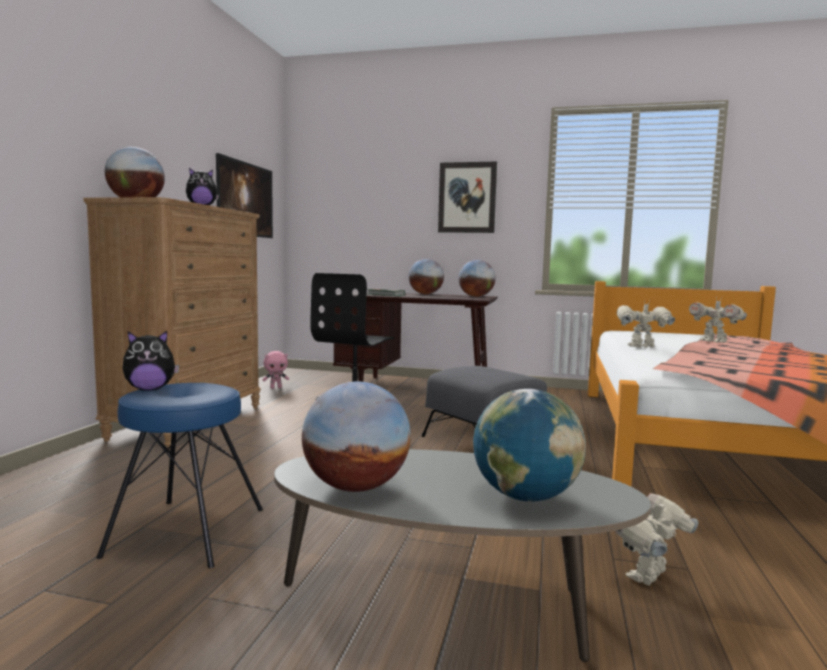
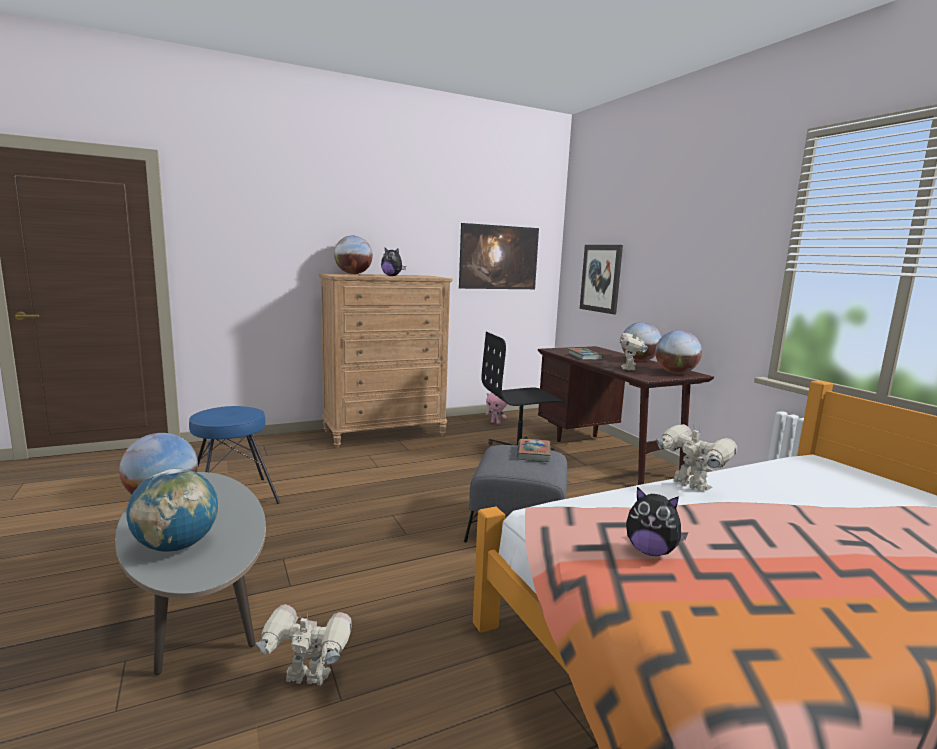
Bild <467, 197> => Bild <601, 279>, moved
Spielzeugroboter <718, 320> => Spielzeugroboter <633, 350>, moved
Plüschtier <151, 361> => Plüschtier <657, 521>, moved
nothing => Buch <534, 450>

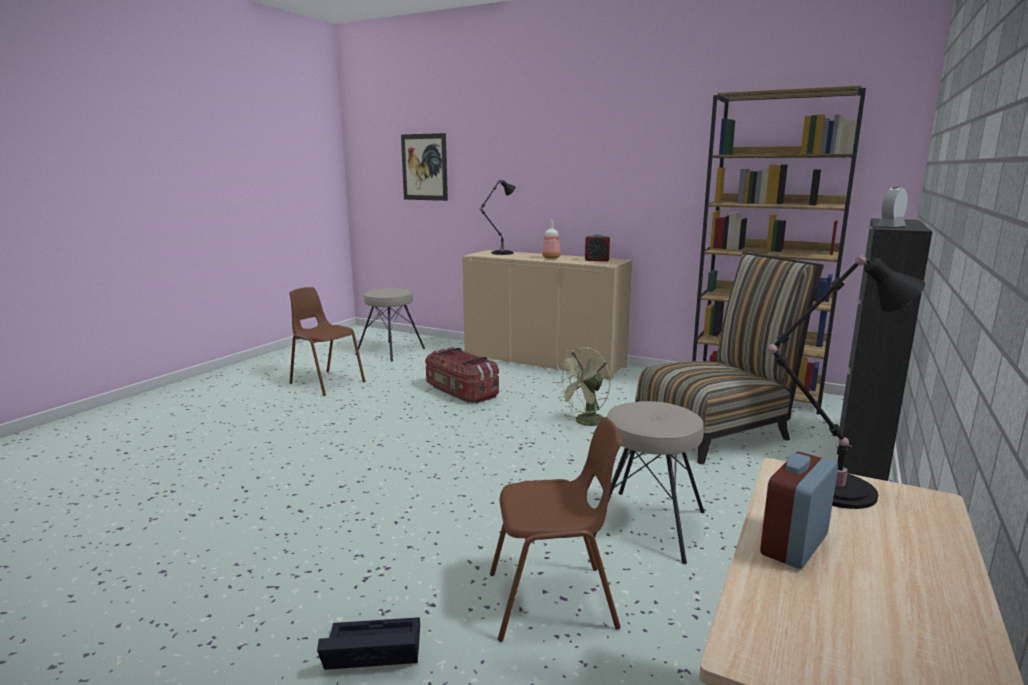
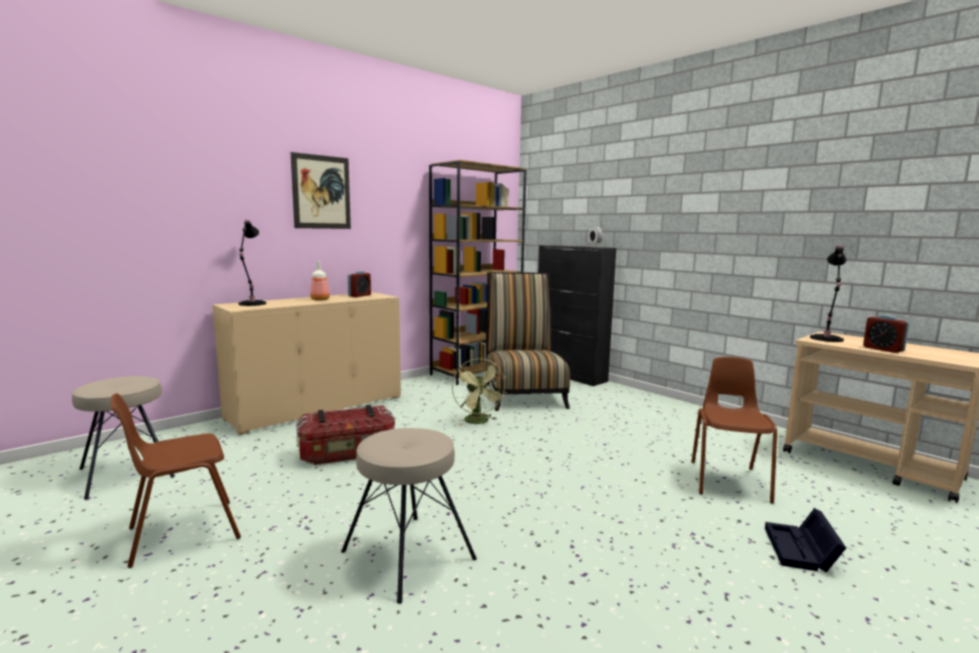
Bild <424, 167> => Bild <321, 190>, moved
Hocker (beige) <649, 482> => Hocker (beige) <409, 516>, moved

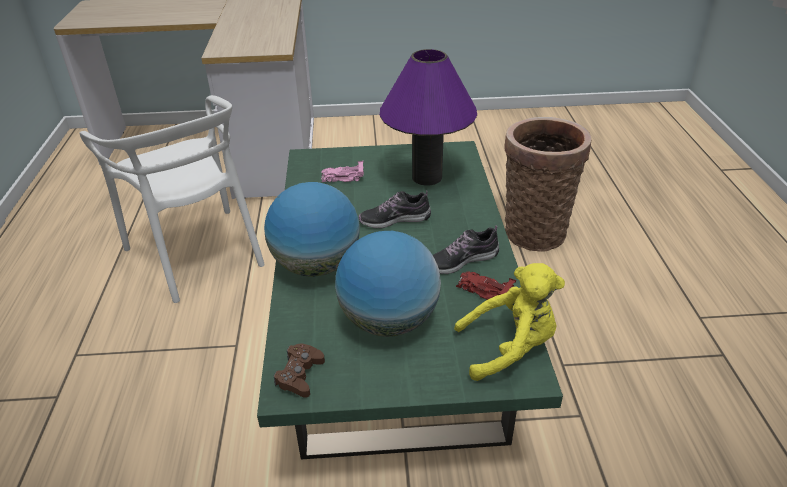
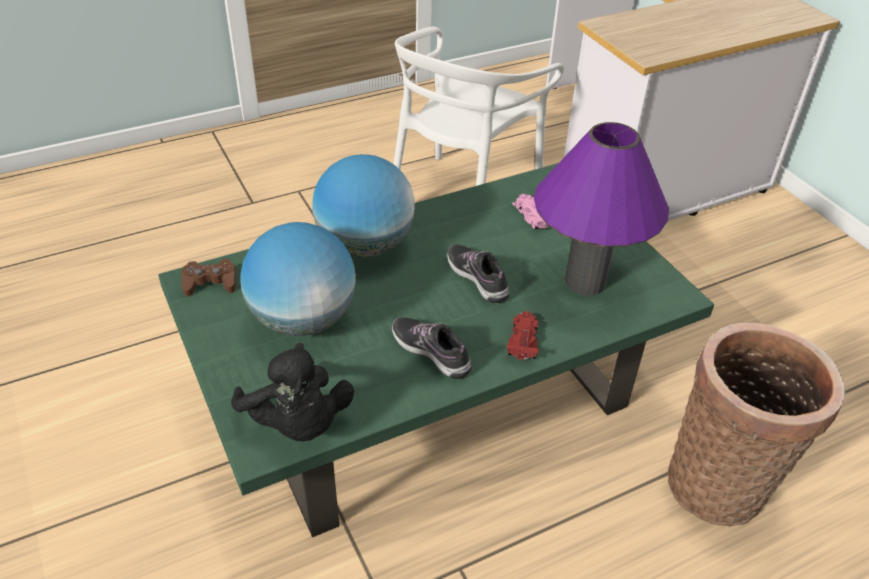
Plüschtier (gelb) <509, 322> => Plüschtier (schwarz) <292, 392>
Spielzeugauto (rot) <486, 285> => Spielzeugauto (rot) <523, 335>, moved

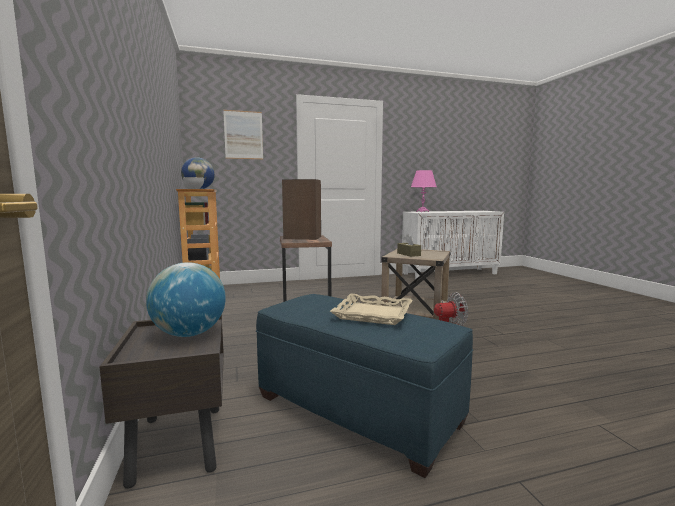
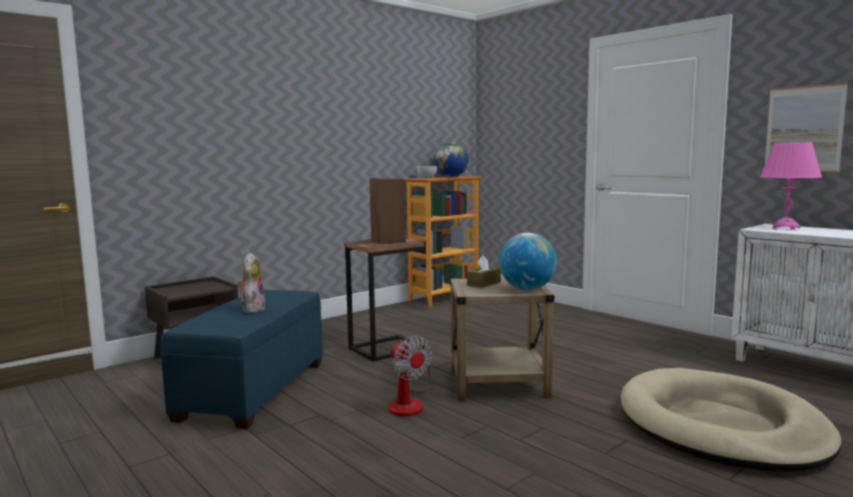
Bild <243, 135> => Bild <806, 128>, moved
Globus <186, 299> => Globus <528, 261>, moved
Tablett (beige) <371, 309> => Plüschtier <251, 283>
nothing => Hundebett (beige) <731, 420>

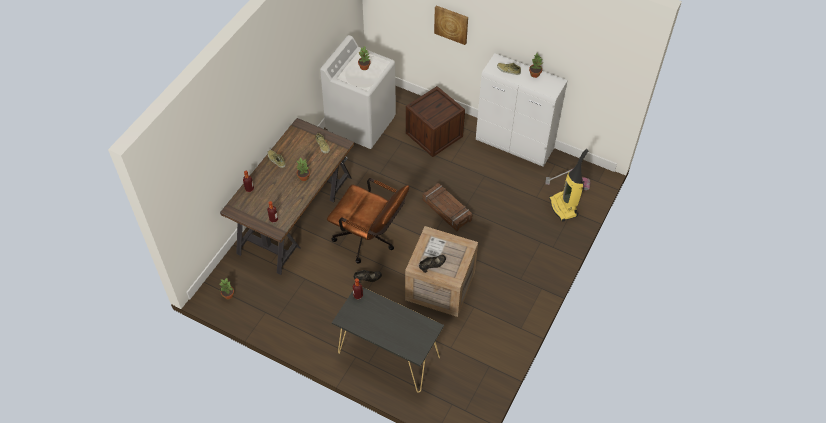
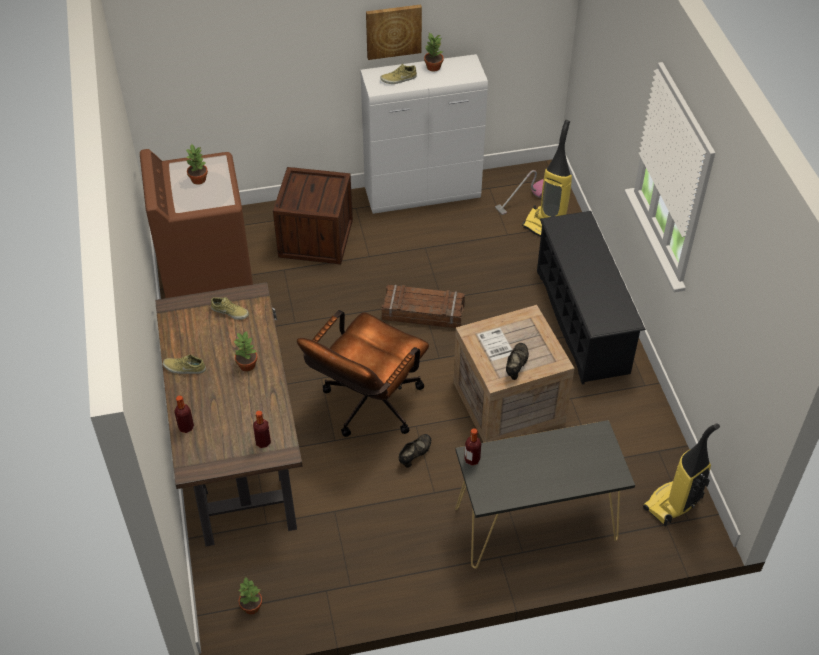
Bild <451, 25> => Bild <394, 32>, moved
Waschmaschine (weiß) <358, 92> => Waschmaschine (braun) <196, 223>
Bürostuhl (braun) <368, 221> => Bürostuhl (braun) <363, 373>, 135 degrees clockwise
nothing => Schuhregal (schwarz) <591, 298>
nothing => Staubsauger <681, 475>

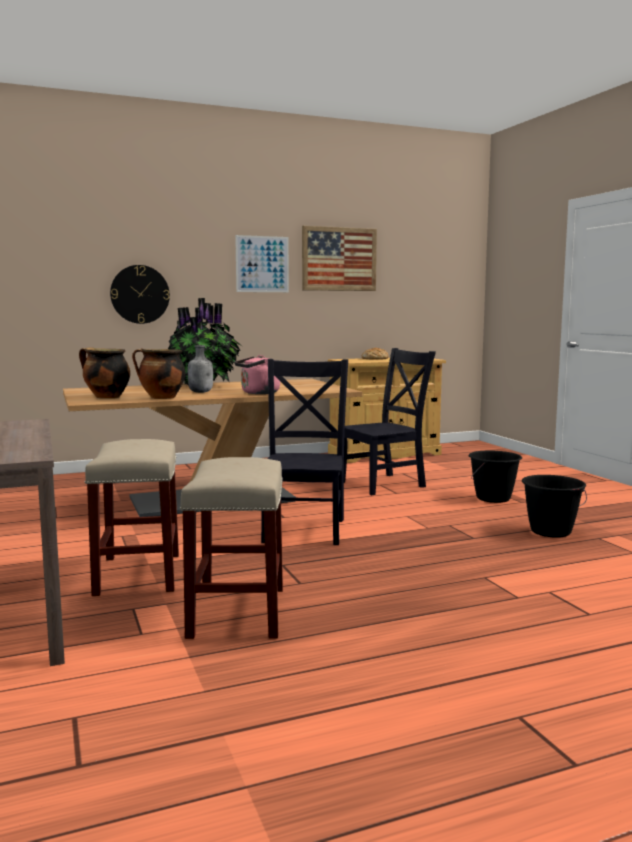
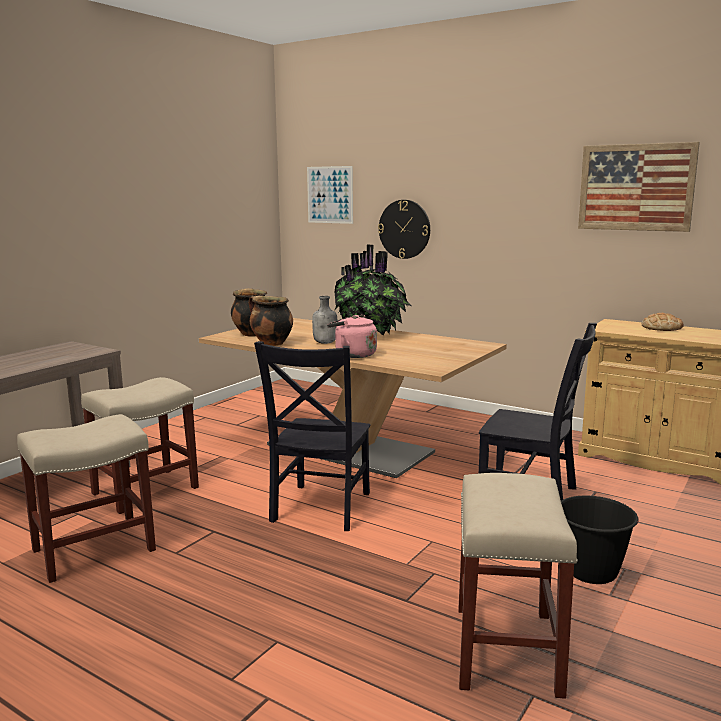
Bild <262, 263> => Bild <330, 195>, moved
Stuhl (schwarz) <304, 452> => Stuhl (schwarz) <312, 436>, 135 degrees clockwise
Eimer (schwarz) <554, 506> => Hocker (beige) <518, 586>

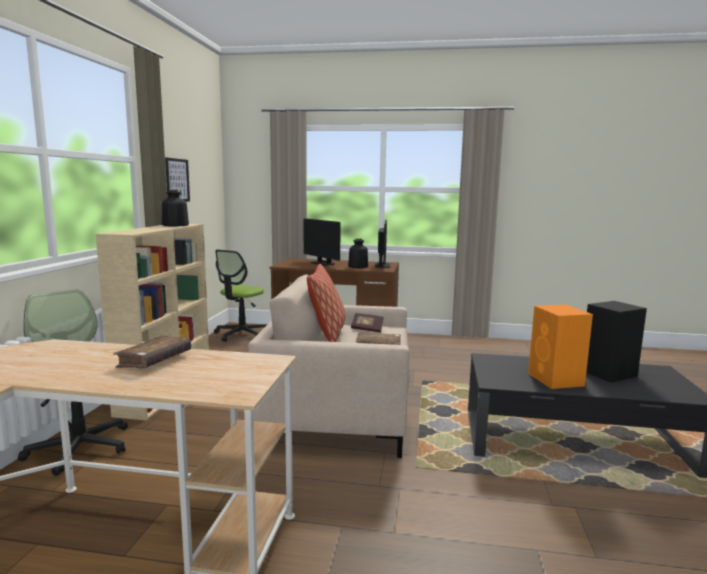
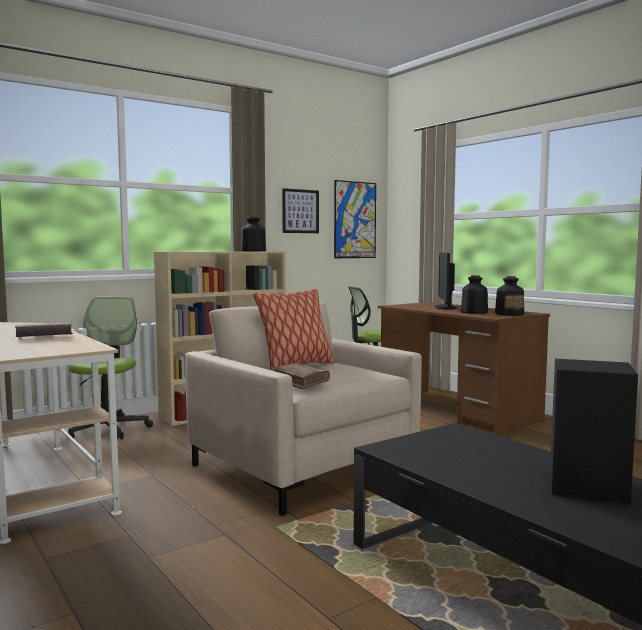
Monitor <382, 244> => Flasche <509, 296>
Lautsprecher (orange) <560, 346> => nothing
Buch <367, 323> => nothing
nothing => Bild <355, 219>

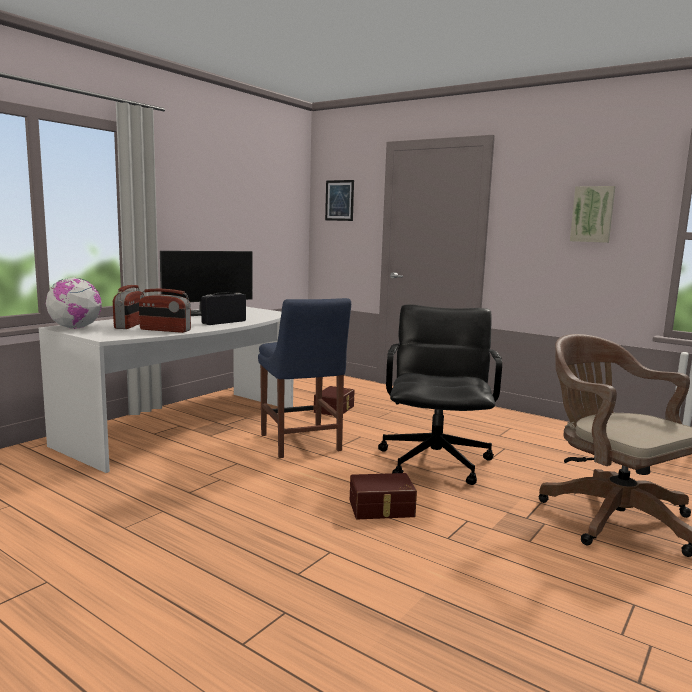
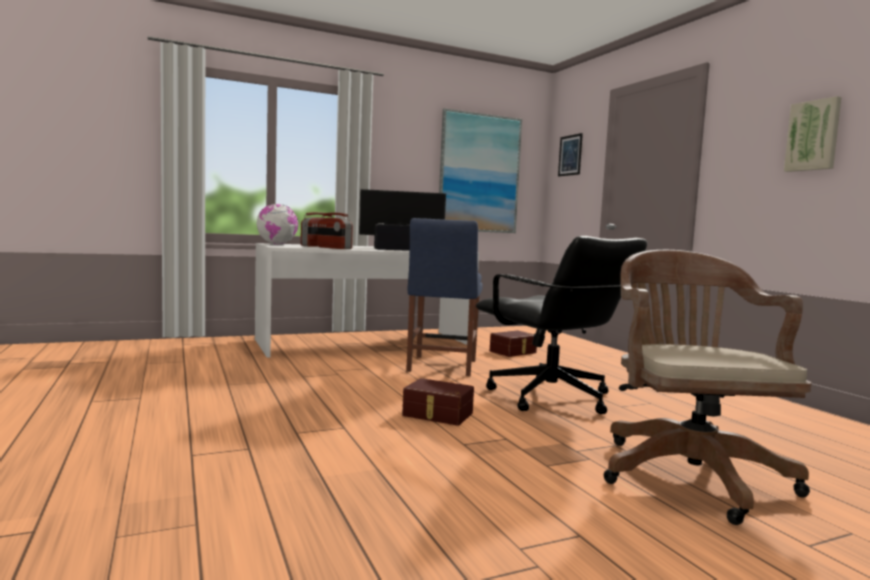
Bürostuhl (schwarz) <440, 395> => Bürostuhl (schwarz) <561, 325>, 105 degrees clockwise
nothing => Bild <480, 170>

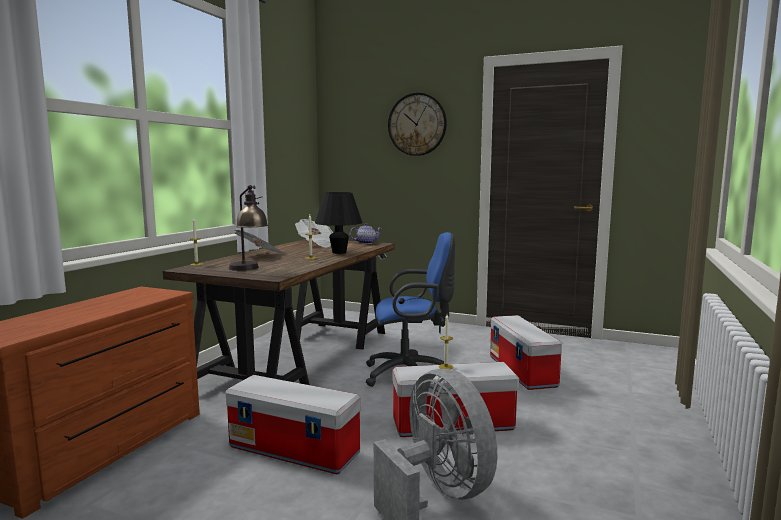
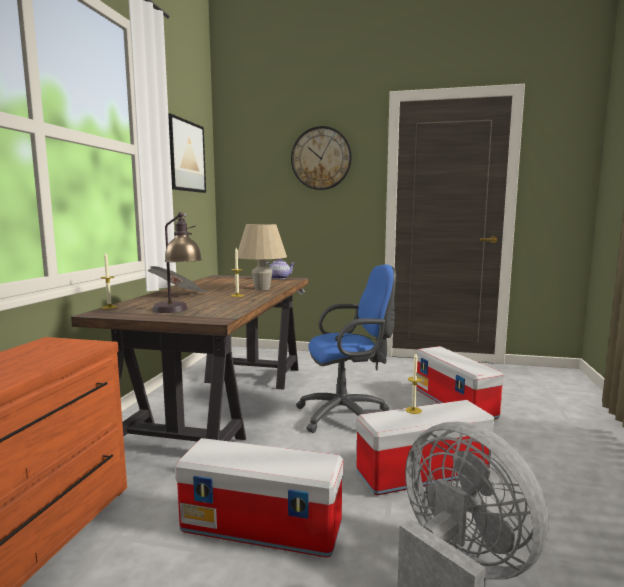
Tischlampe (schwarz) <339, 223> => Tischlampe (beige) <262, 257>
Zeitung <314, 233> => nothing
nothing => Bild <187, 153>

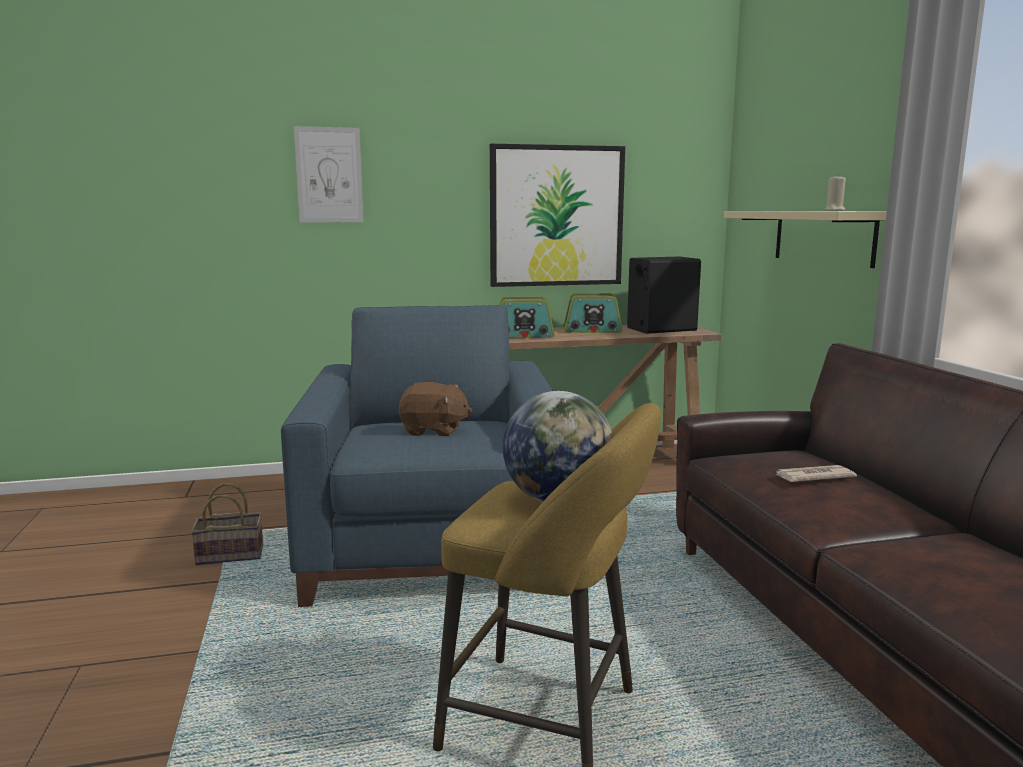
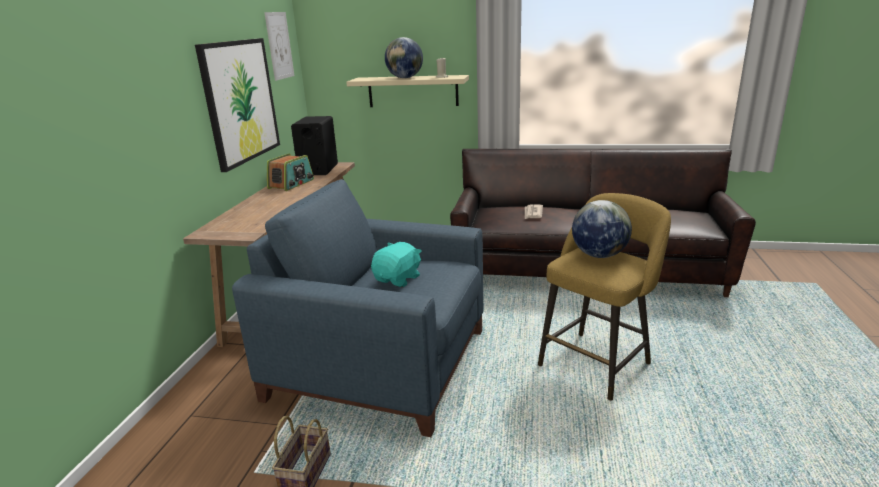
Bild <329, 174> => Bild <279, 46>, moved
Radio <527, 317> => nothing
Plüschtier (braun) <435, 409> => Plüschtier (türkis) <396, 264>
nothing => Globus <404, 57>

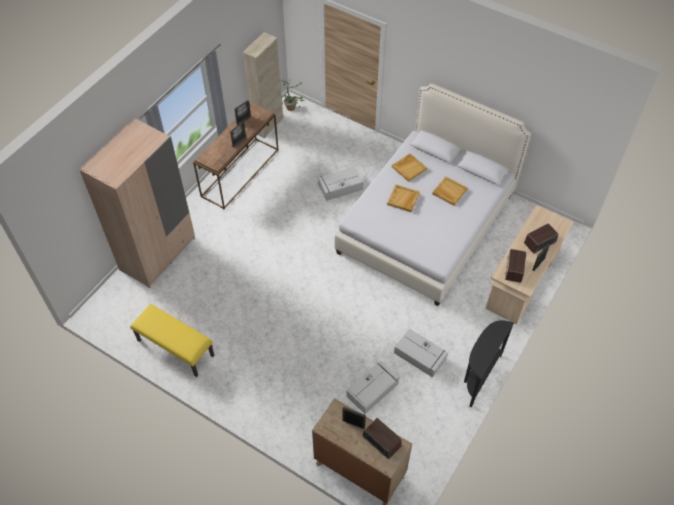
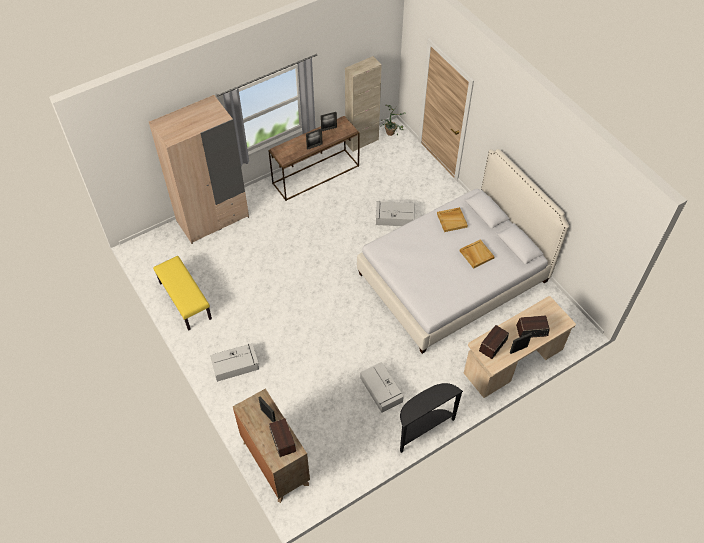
Tablett (beige) <403, 198> => nothing
Aufbewahrungsbox (grau) <373, 387> => Aufbewahrungsbox (grau) <234, 362>, moved

